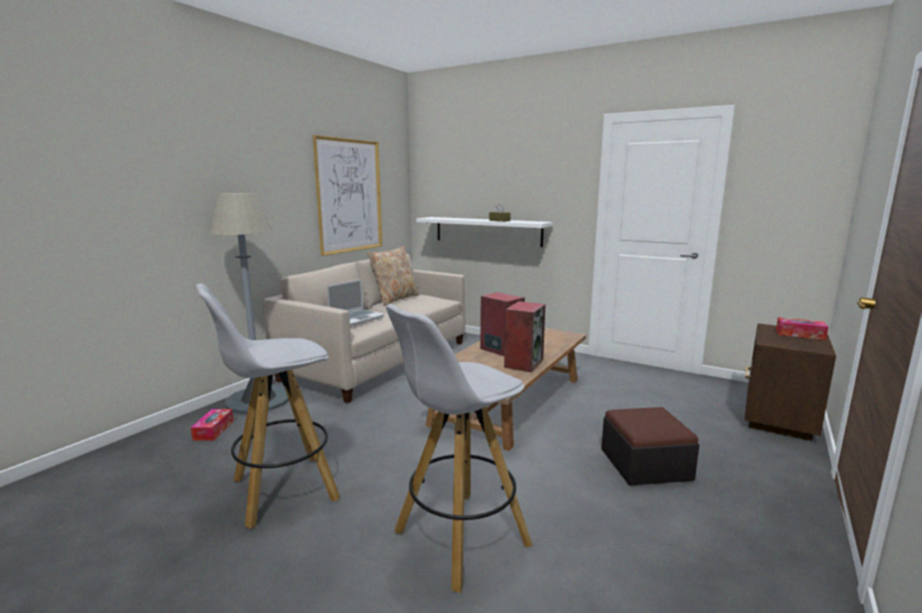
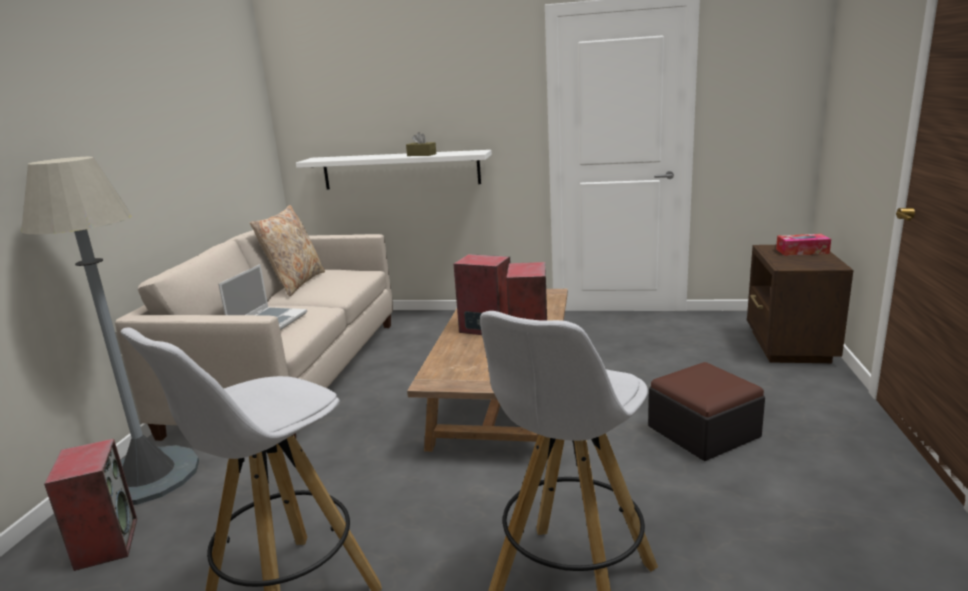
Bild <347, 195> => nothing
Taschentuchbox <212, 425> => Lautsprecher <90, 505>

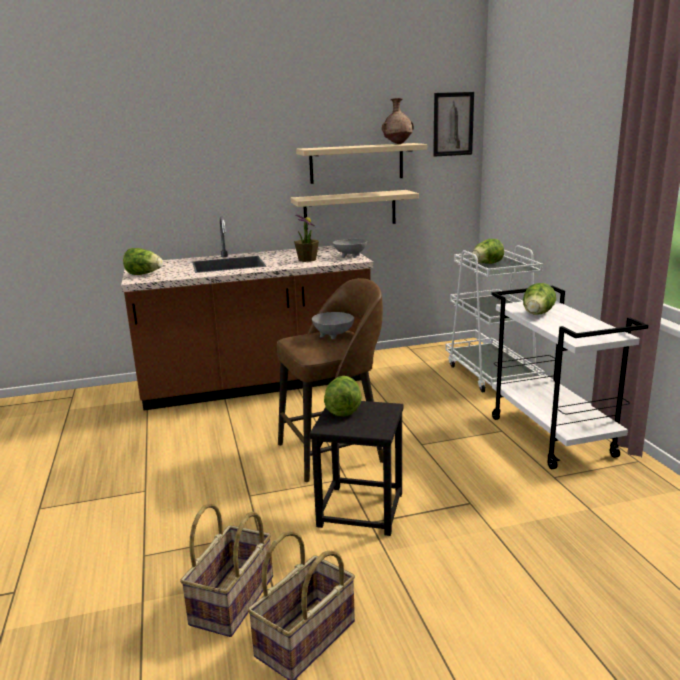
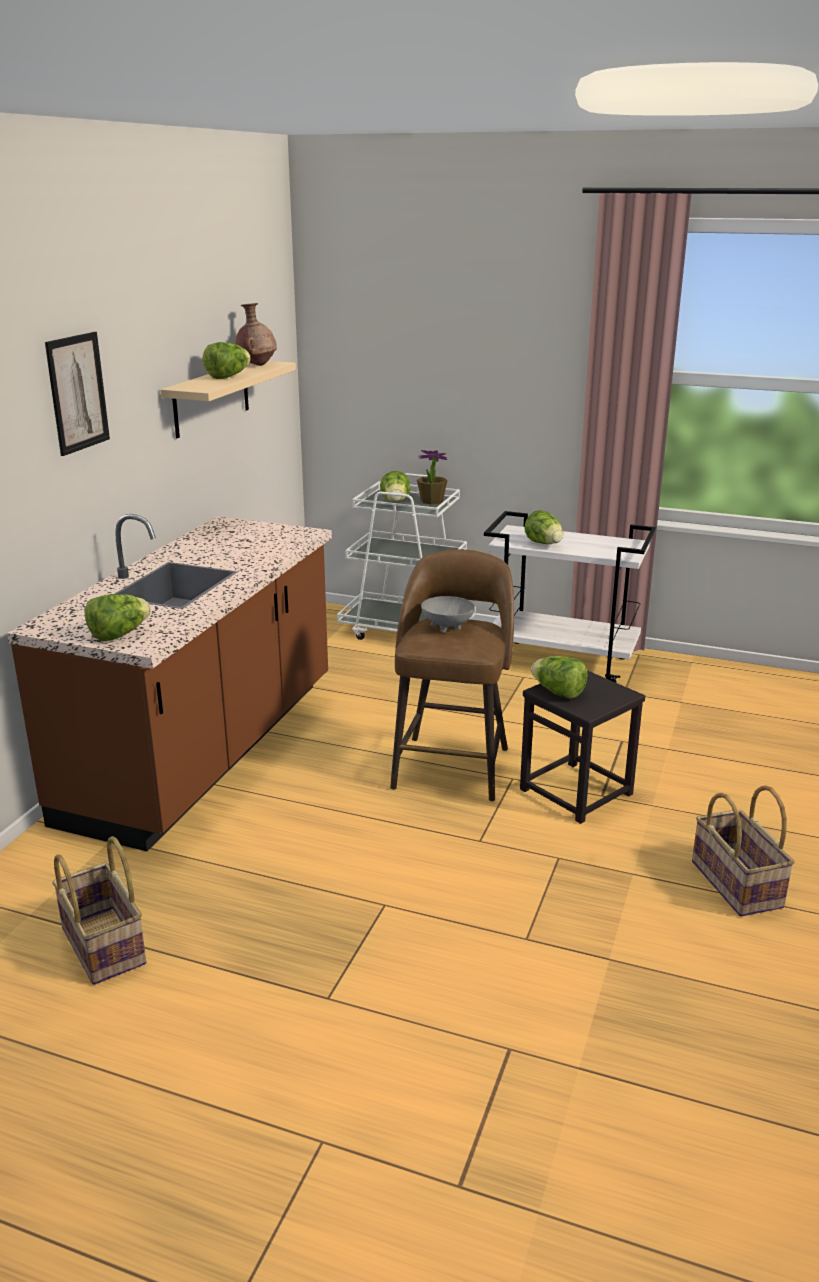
Bild <453, 124> => Bild <77, 394>, moved
Wandregal (beige) <355, 210> => nothing
Topfpflanze <306, 238> => Topfpflanze <432, 477>, moved
Schüssel (grau) <350, 248> => nothing
Korb <226, 570> => Korb <99, 910>, moved
nothing => Salatkopf <227, 360>

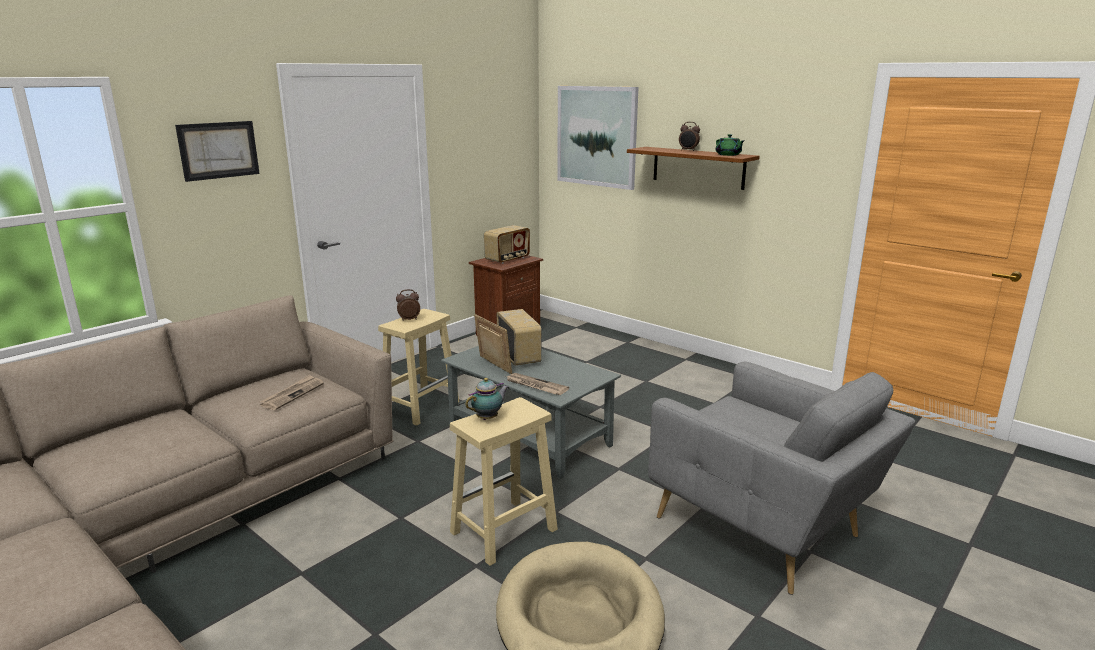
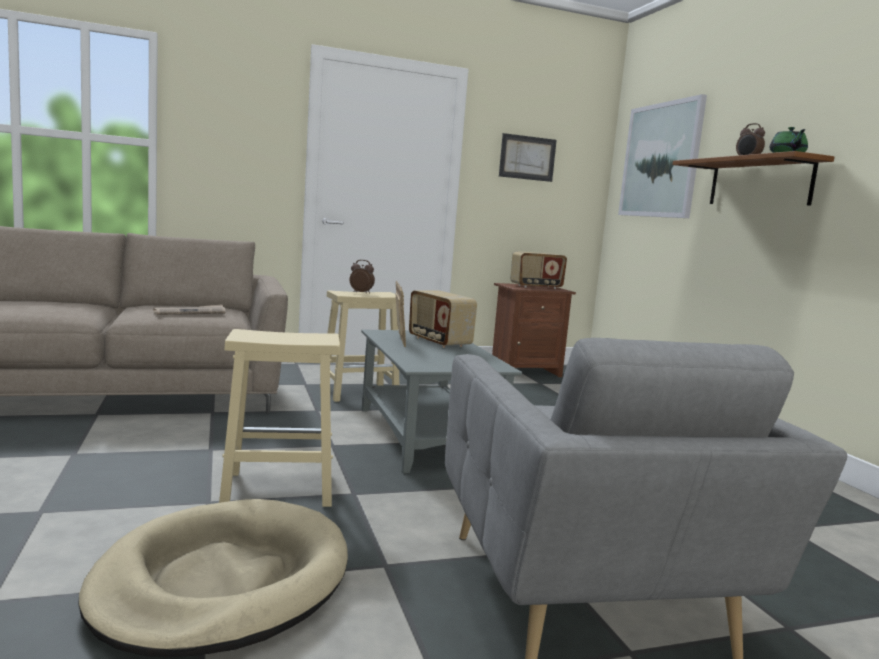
Bild <217, 151> => Bild <528, 157>, moved
Radio <519, 337> => Radio <443, 319>, 135 degrees clockwise
Zeitung <538, 384> => nothing
Teekanne <486, 399> => nothing

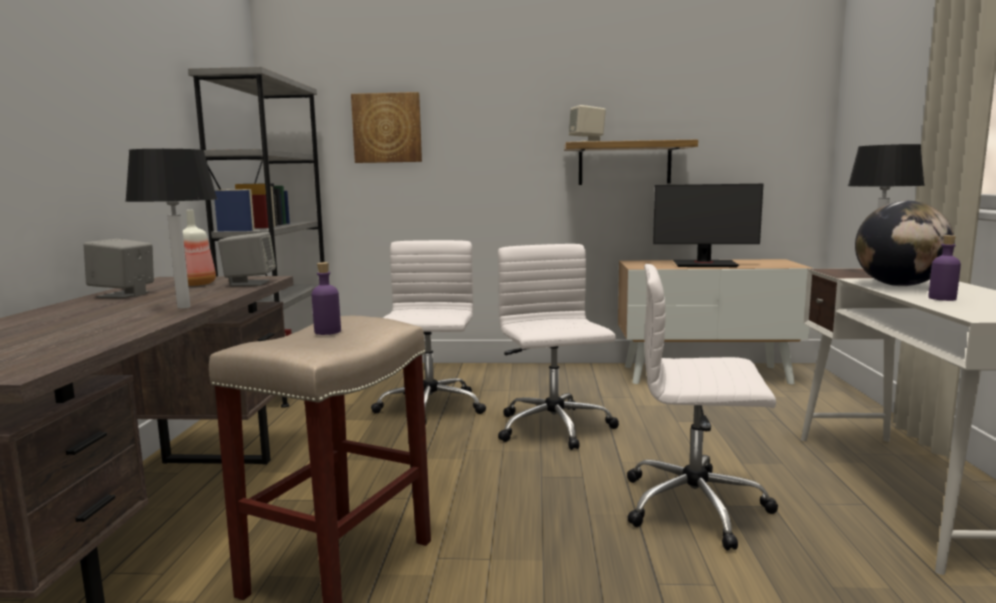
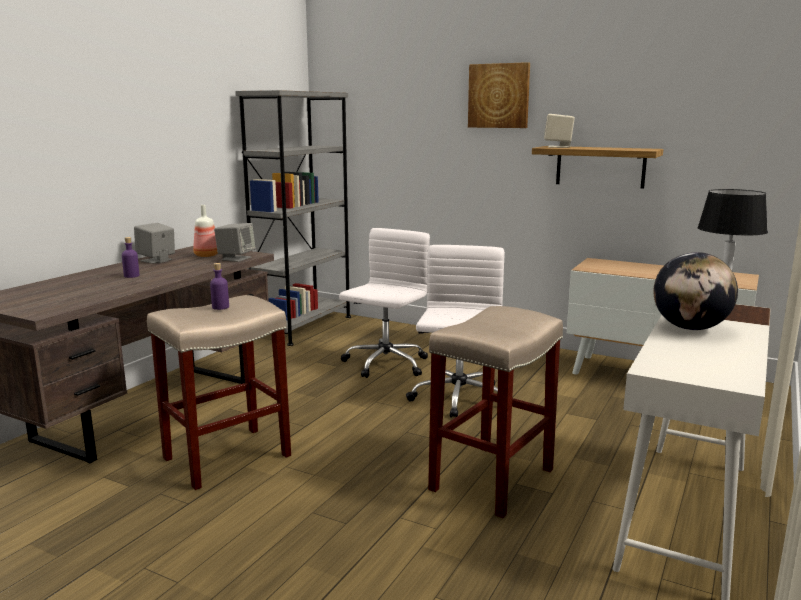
Bild <386, 127> => Bild <499, 95>, moved
Tischlampe <171, 229> => nothing
Monitor <708, 225> => nothing
Flasche (lila) <944, 268> => Flasche (lila) <130, 257>, moved
Bürostuhl (weiß) <702, 407> => Hocker (beige) <495, 412>

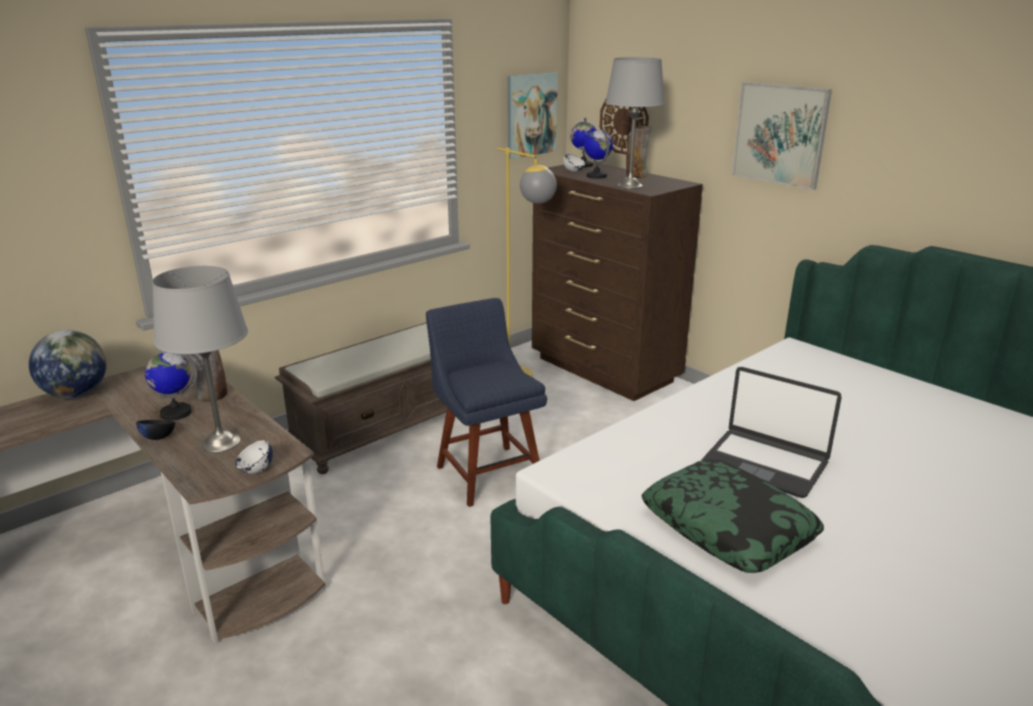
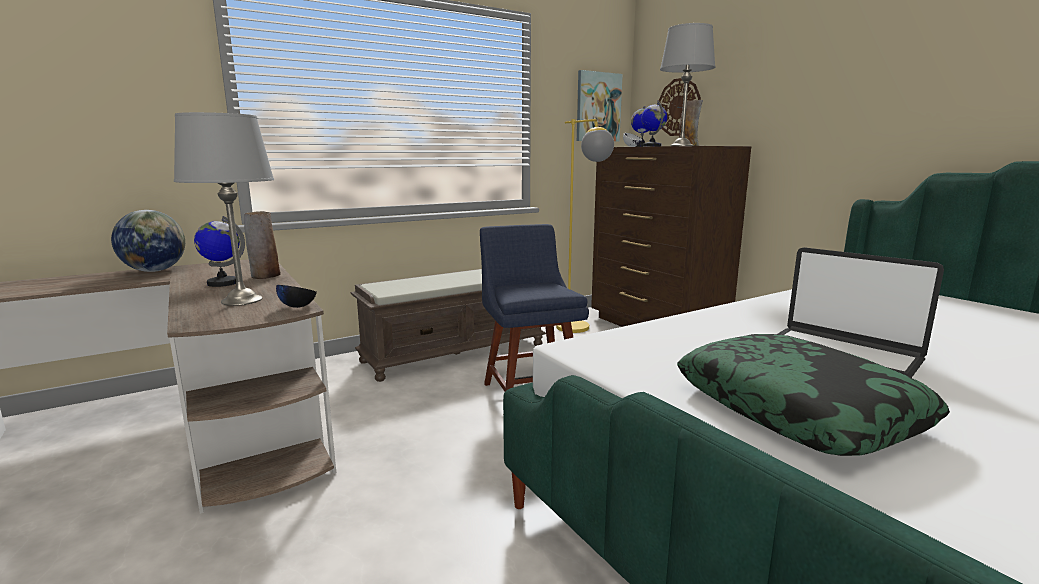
Bild <782, 136> => nothing
Schüssel (schwarz) <155, 430> => Schüssel (schwarz) <296, 296>, moved
Schüssel (weiß) <254, 457> => nothing

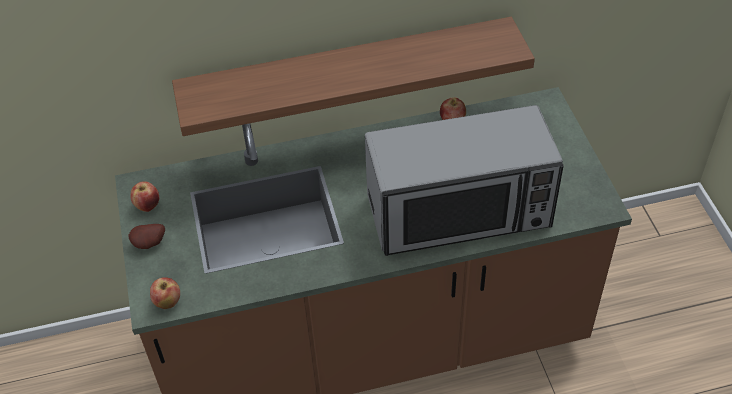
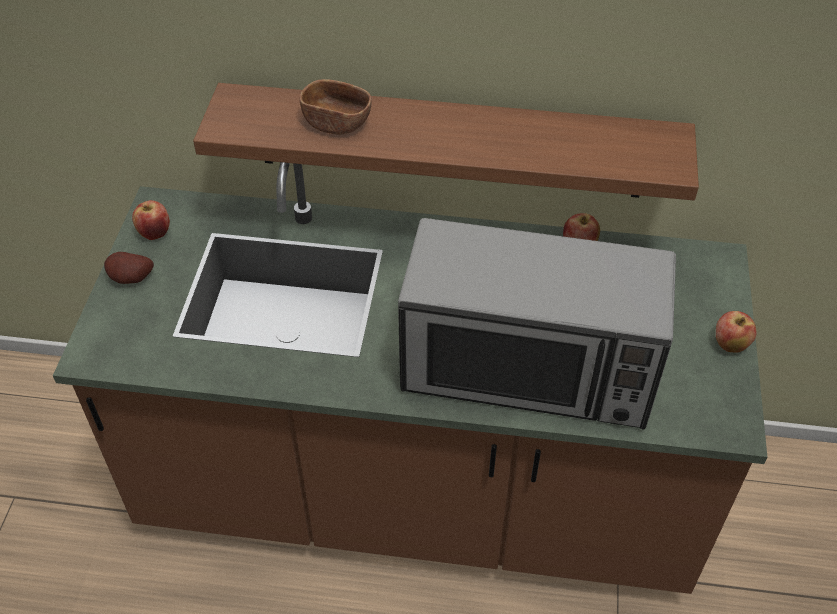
Apfel <165, 293> => Apfel <736, 332>, moved
nothing => Schüssel (braun) <335, 107>

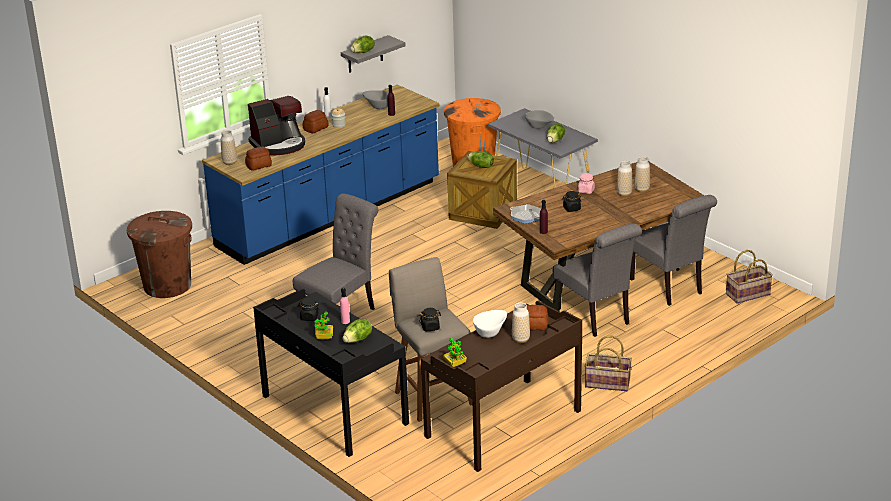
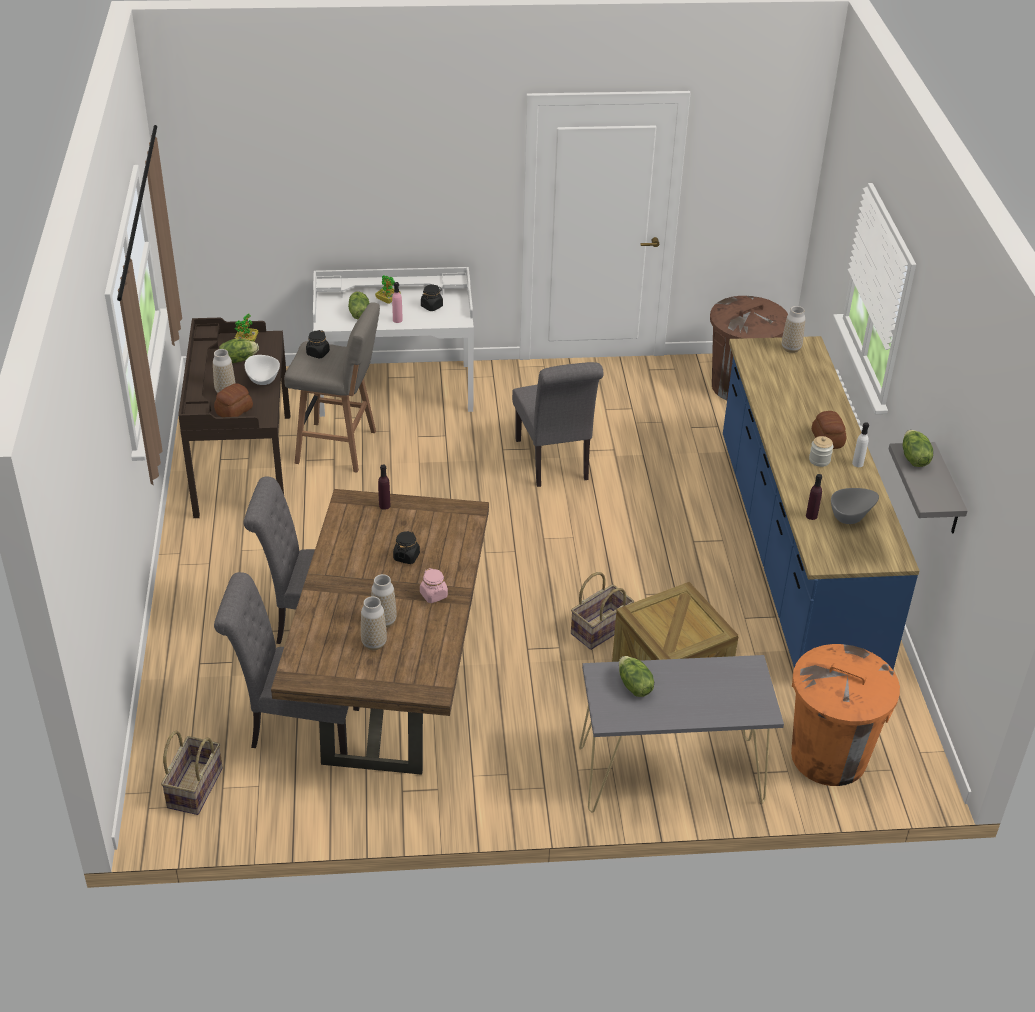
Kaffeemaschine <276, 125> => nothing
Schüssel (grau) <539, 119> => nothing
Brot <258, 159> => nothing
Salatkopf <480, 159> => Salatkopf <239, 351>, moved
Pfanne <525, 214> => nothing
Schreibtisch (schwarz) <331, 373> => Schreibtisch (weiß) <393, 342>
Korb <608, 363> => Korb <602, 611>, moved

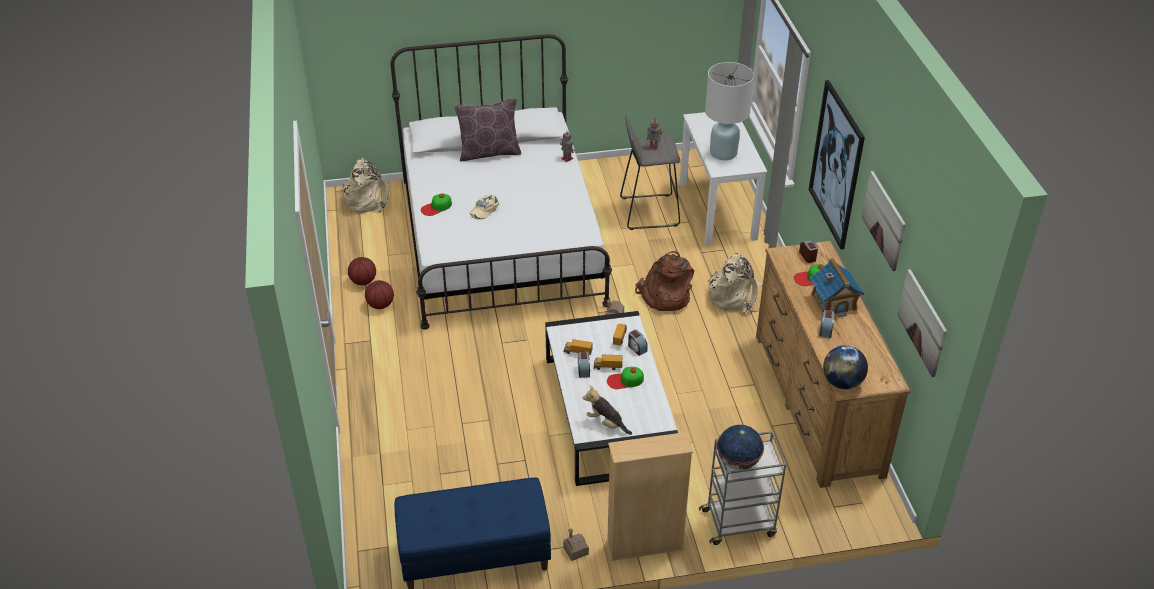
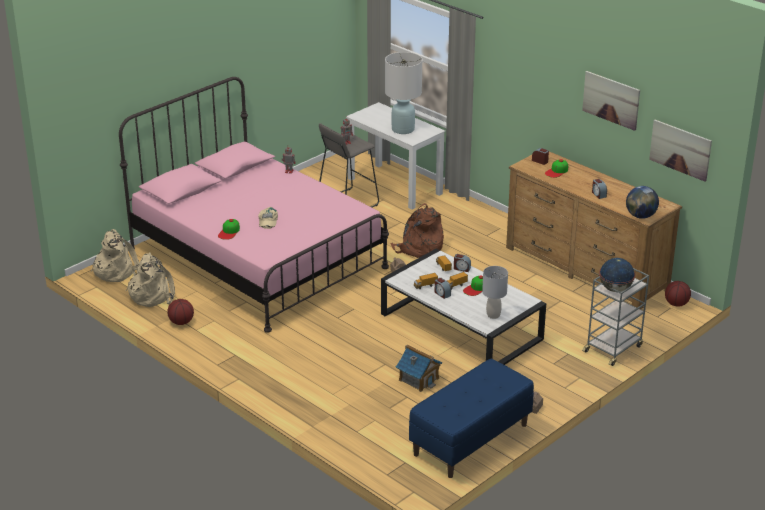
Bett (weiß) <501, 182> => Bett (rosa) <254, 205>
Bild <837, 164> => nothing
Kissen (braun) <487, 130> => nothing
Rucksack (beige) <735, 284> => Rucksack (beige) <150, 280>, moved
Spielzeughaus <837, 287> => Spielzeughaus <419, 368>, moved
Basketball <379, 294> => Basketball <678, 294>, moved
Plüschtier <607, 410> => Tischlampe (grau) <495, 292>
Bücherregal (beige) <649, 496> => nothing

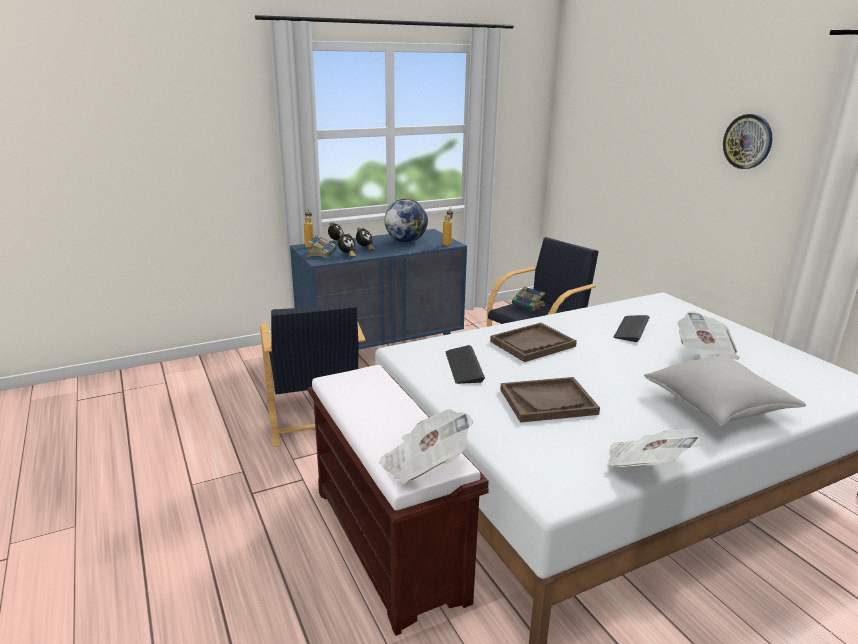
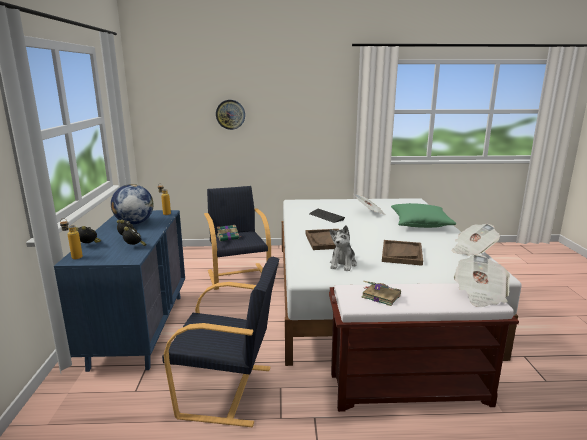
Wanduhr <747, 141> => Wanduhr <230, 115>, moved
Buch <321, 246> => Buch <381, 293>, moved
Tastatur <465, 364> => Plüschtier <343, 248>
Kissen (grau) <725, 390> => Kissen (grün) <423, 215>

